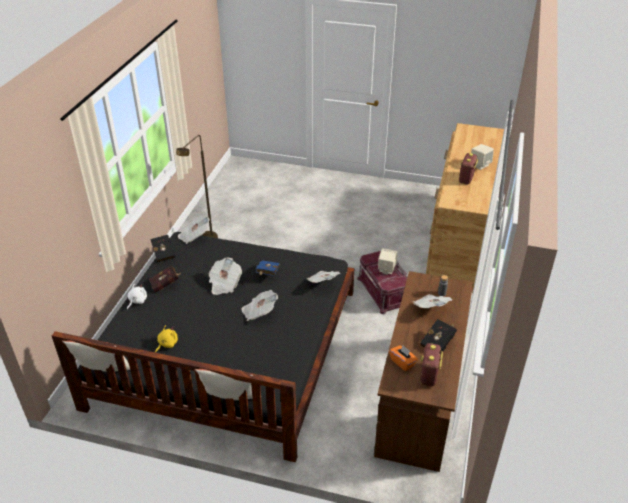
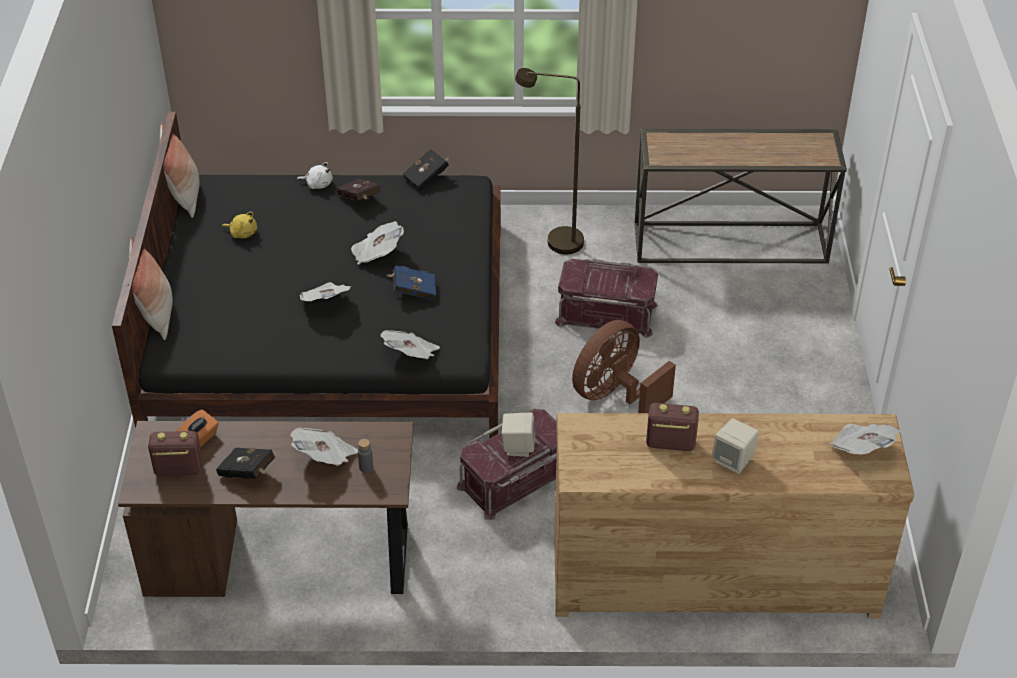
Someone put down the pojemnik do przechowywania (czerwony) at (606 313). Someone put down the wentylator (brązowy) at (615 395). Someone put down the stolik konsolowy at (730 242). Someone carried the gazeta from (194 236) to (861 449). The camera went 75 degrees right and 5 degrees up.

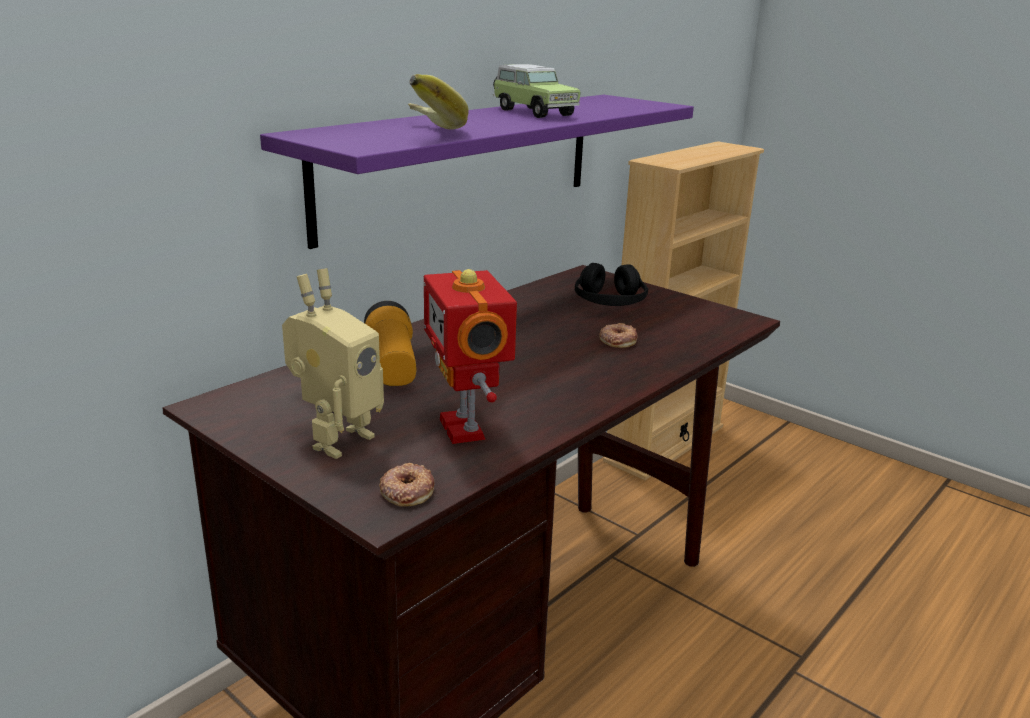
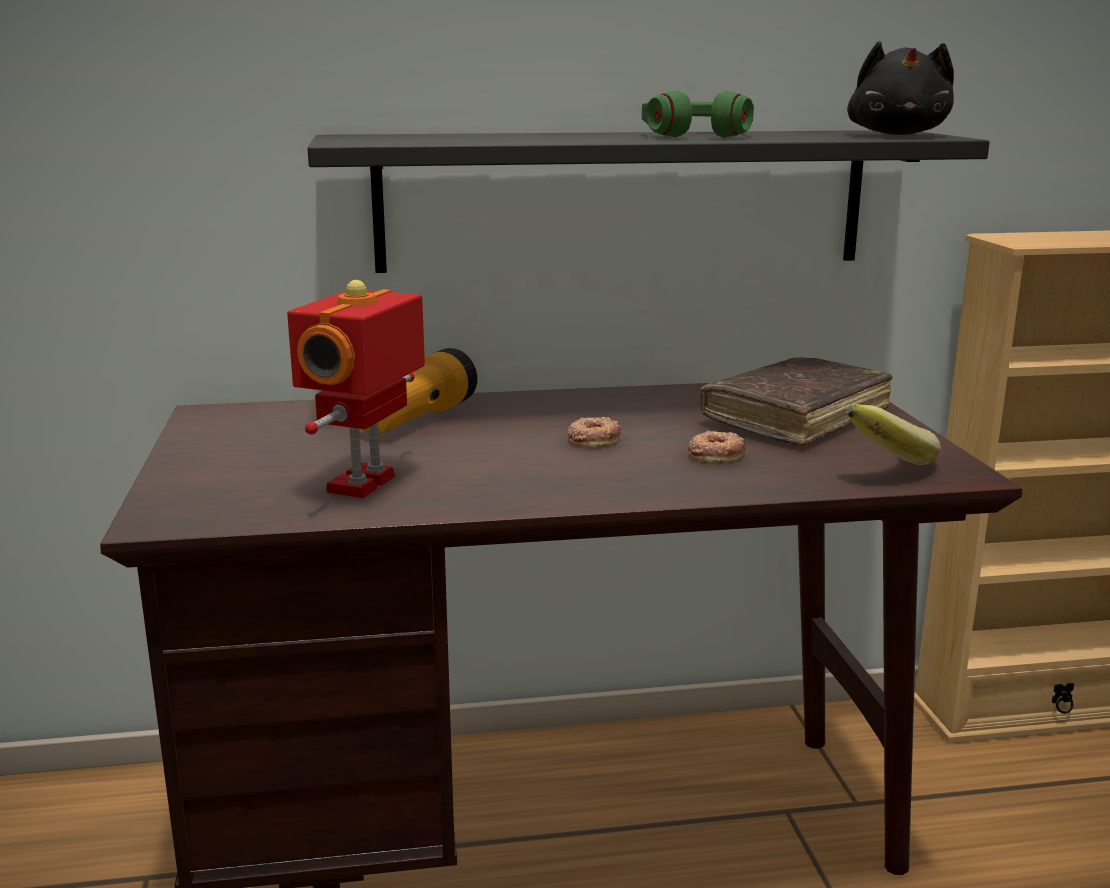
Someone took away the robot zabawkowy at (335 439). Someone put down the pluszak (czarny) at (897 134). Someone carried the donut from (407 491) to (593 439). Someone carried the banan from (425 132) to (880 462). Someone swapped the samochodzik at (532 112) for the słuchawki (zielony) at (696 135). Someone swapped the słuchawki (czarny) at (609 302) for the książka (brązowy) at (796 418). Someone repainted the półka (fioletowy) at (463 162), which became the półka (czarny) at (623 200). The camera went 40 degrees right and 5 degrees down.

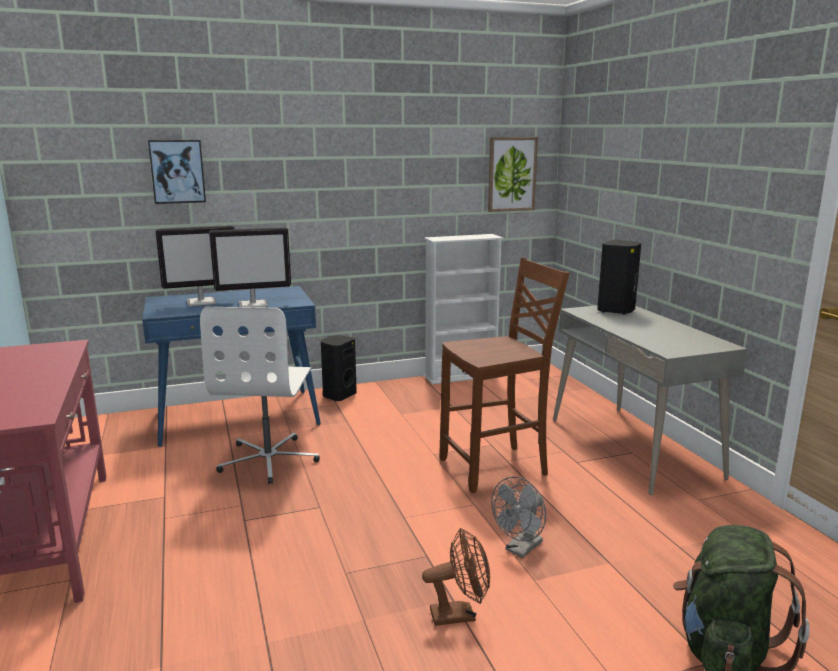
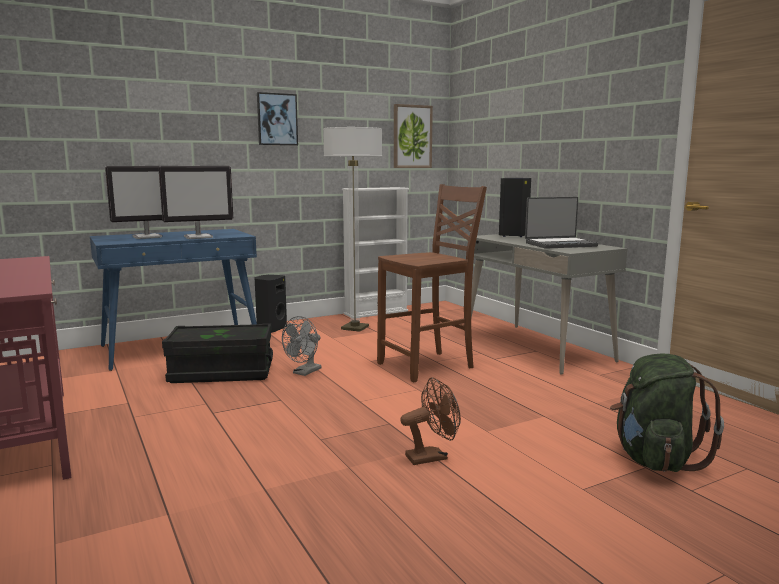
Someone put down the lampa stojąca at (355 328). Someone put down the laptop at (560 244). Someone carried the obraz from (177 171) to (277 119). Someone carried the wentylator (szary) from (520 549) to (304 372). Someone swapped the krzesło biurowe (biały) at (269 459) for the pojemnik do przechowywania (czarny) at (221 372). The camera went 10 degrees left and 5 degrees down.

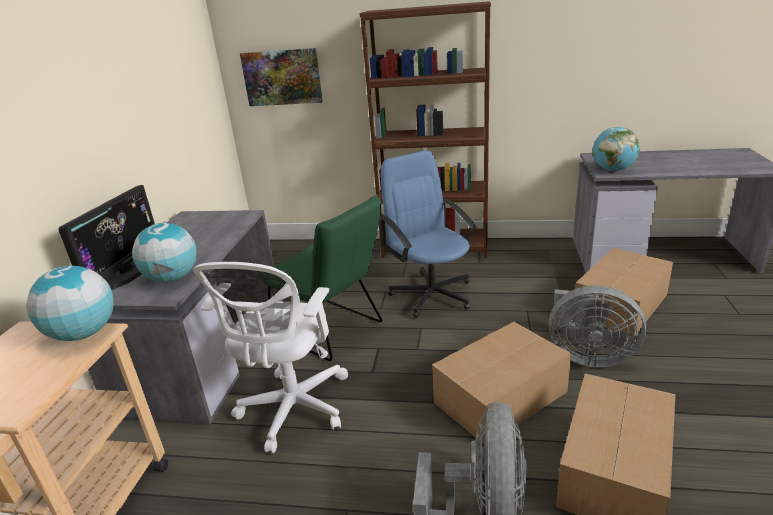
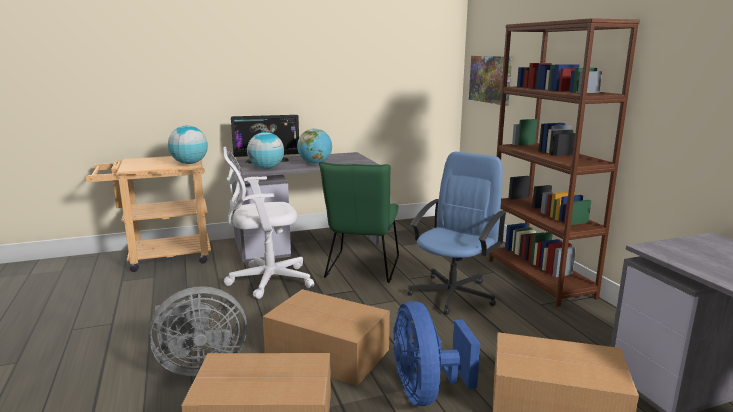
Someone carried the globus from (613 170) to (315 163). Someone repainted the wentylator (szary) at (587 356), which became the wentylator (niebieski) at (426 391). The camera went 60 degrees right and 10 degrees down.

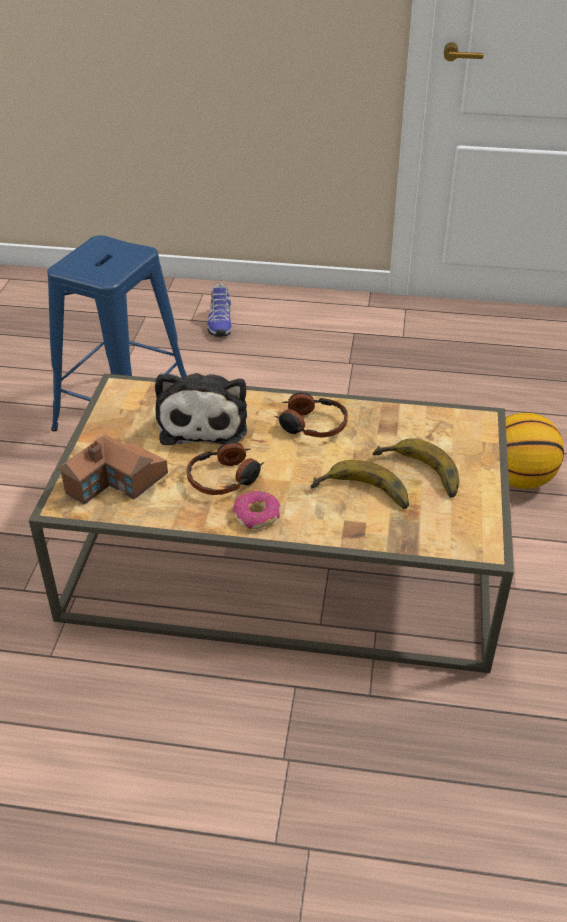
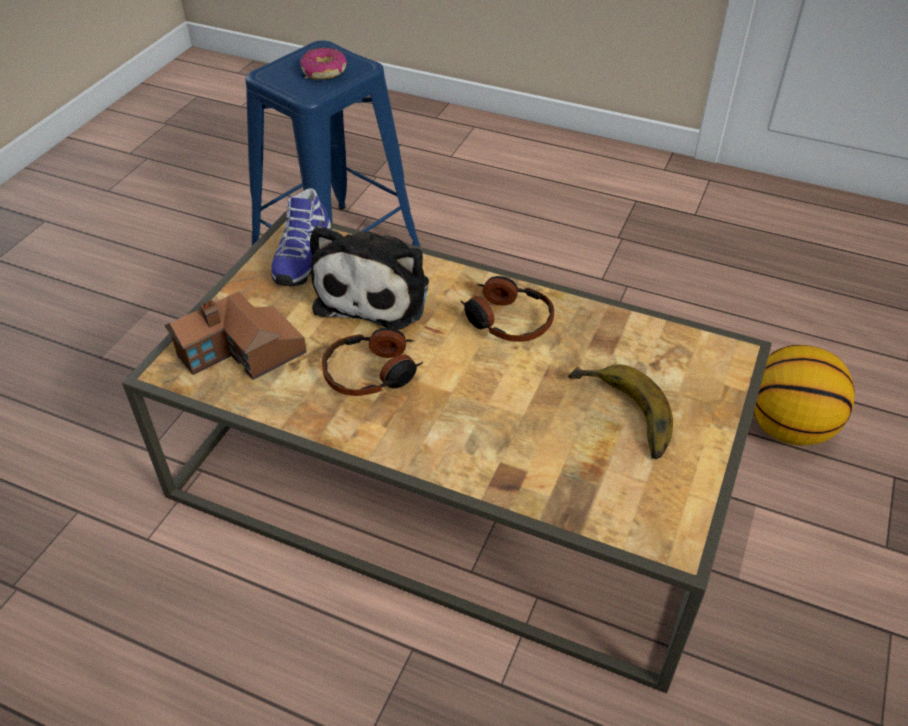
Someone took away the banan at (361 496). Someone carried the but from (219 323) to (301 257). Someone carried the donut from (257 516) to (324 71). The camera went 15 degrees right and 5 degrees up.

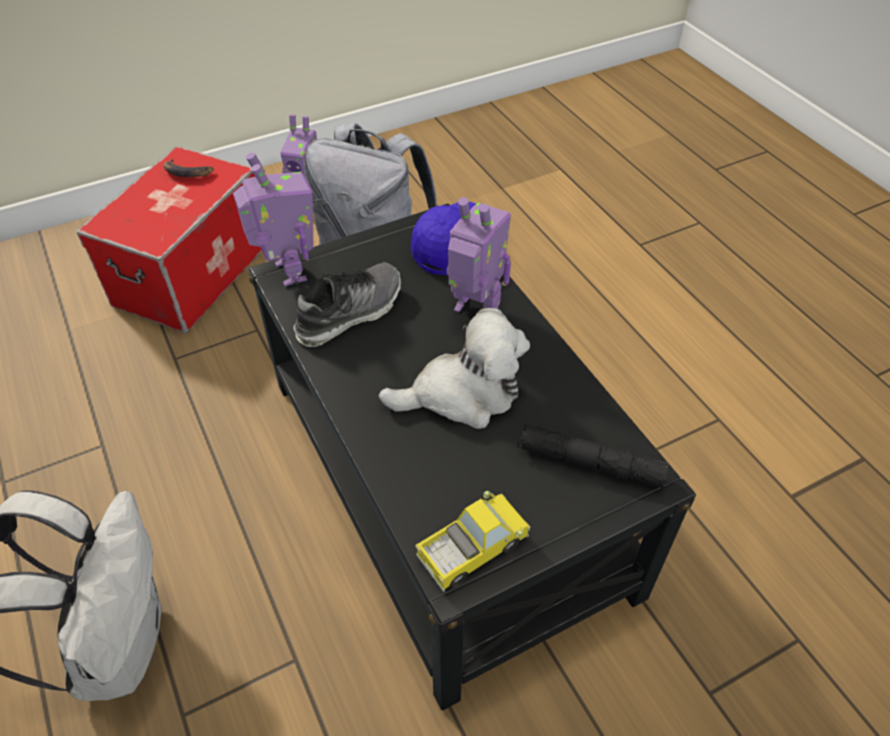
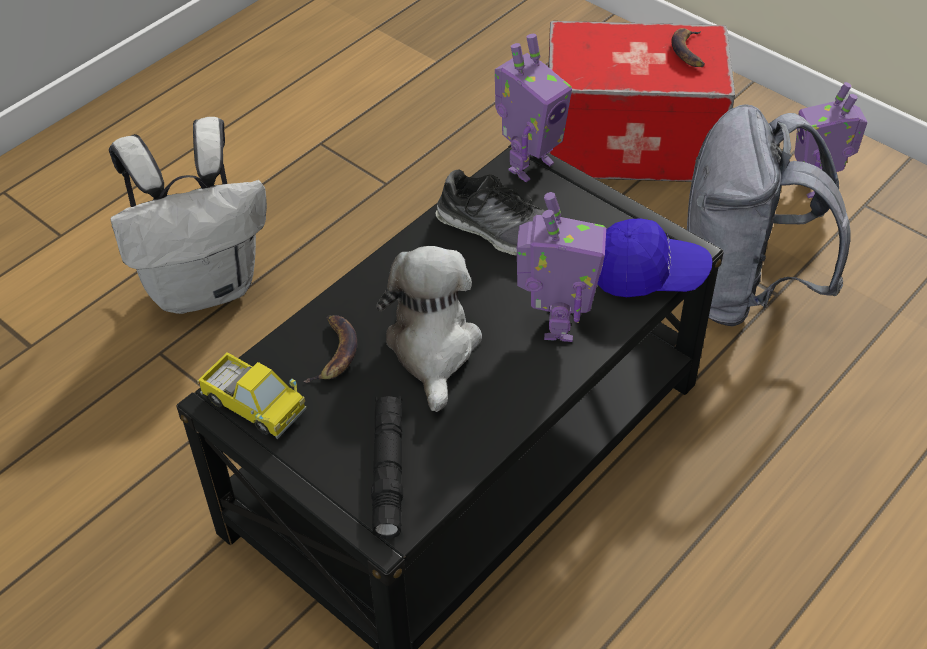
Someone put down the banan at (334 352). Someone rotated the pluszak at (462 394) by 150 degrees counterclockwise. The camera went 70 degrees right and 0 degrees up.

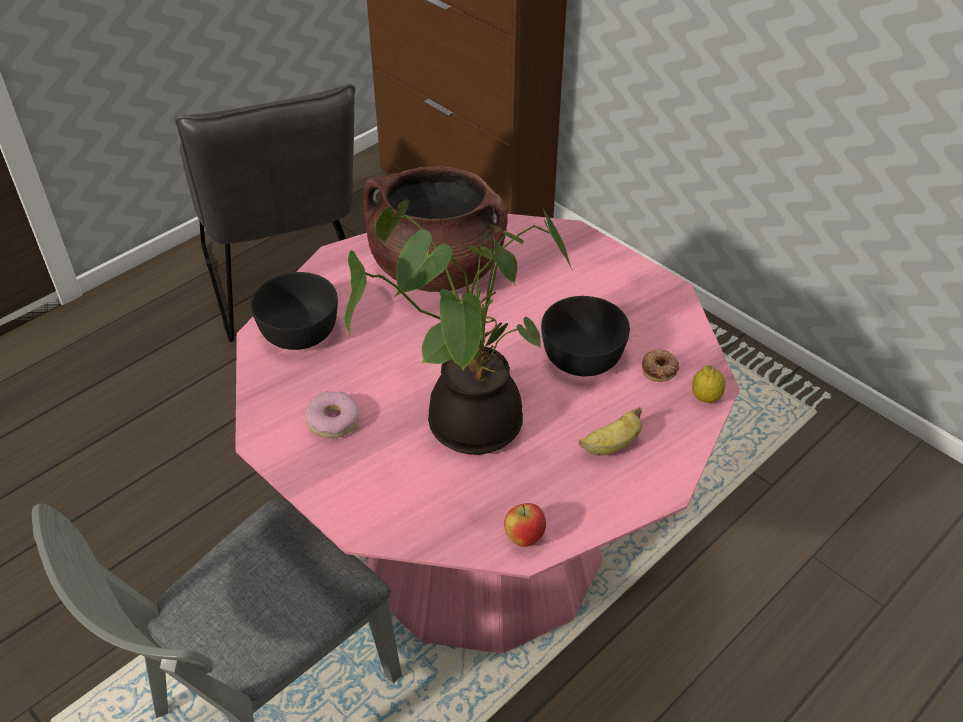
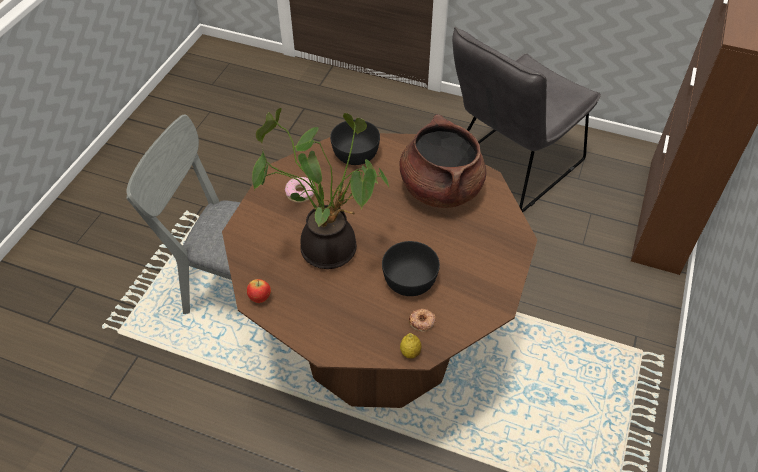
Someone took away the banan at (611 446). Someone repainted the stół jadalny (różowy) at (481 545), which became the stół jadalny (brązowy) at (379 341). The camera went 65 degrees right and 5 degrees up.

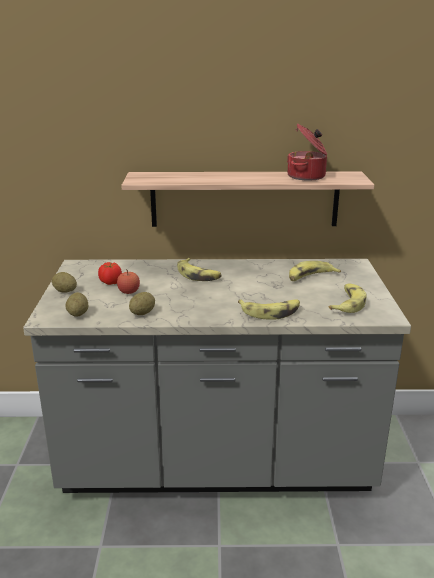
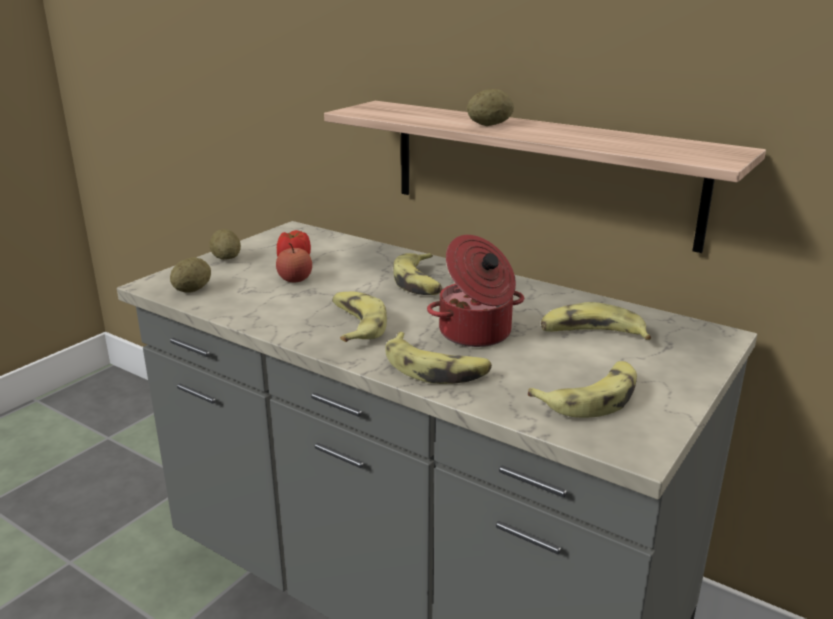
Someone put down the banan at (355 325). Someone carried the ziemniak from (142 313) to (489 125). Someone carried the garnek from (307 176) to (476 333). The camera went 35 degrees right and 0 degrees up.

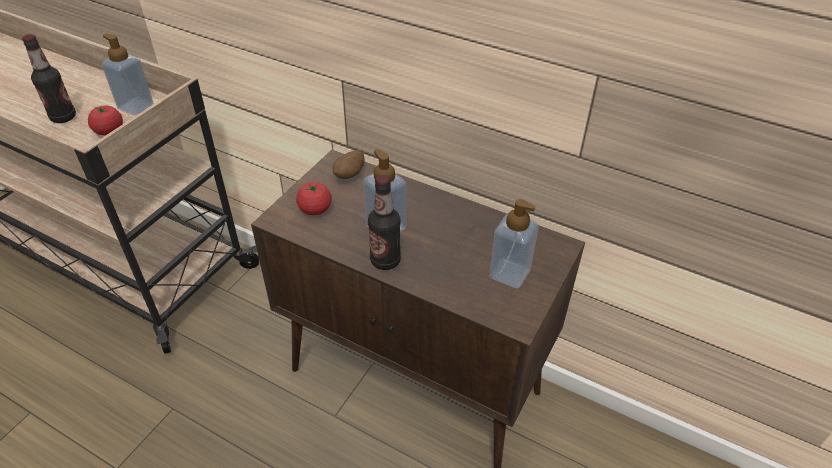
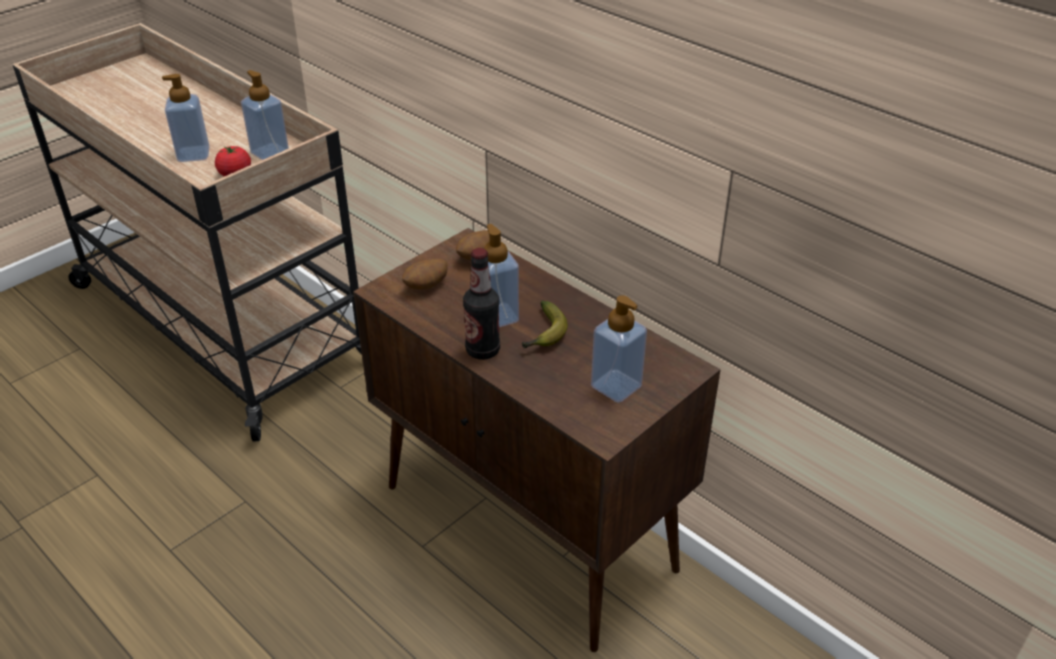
Someone put down the banan at (544 334). Someone swapped the butelka at (63 117) for the dozownik mydła at (193 154). Someone swapped the pomidor at (315 209) for the ziemniak at (426 287). The camera went 15 degrees right and 5 degrees down.

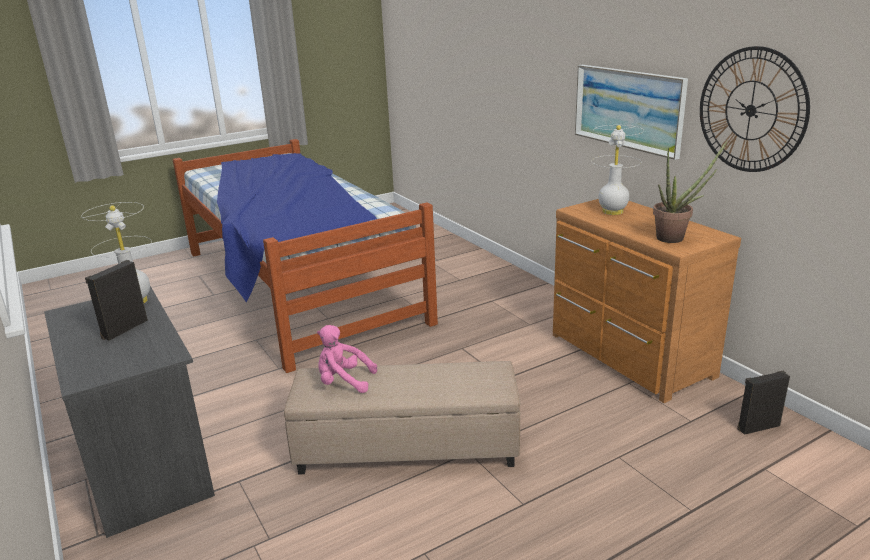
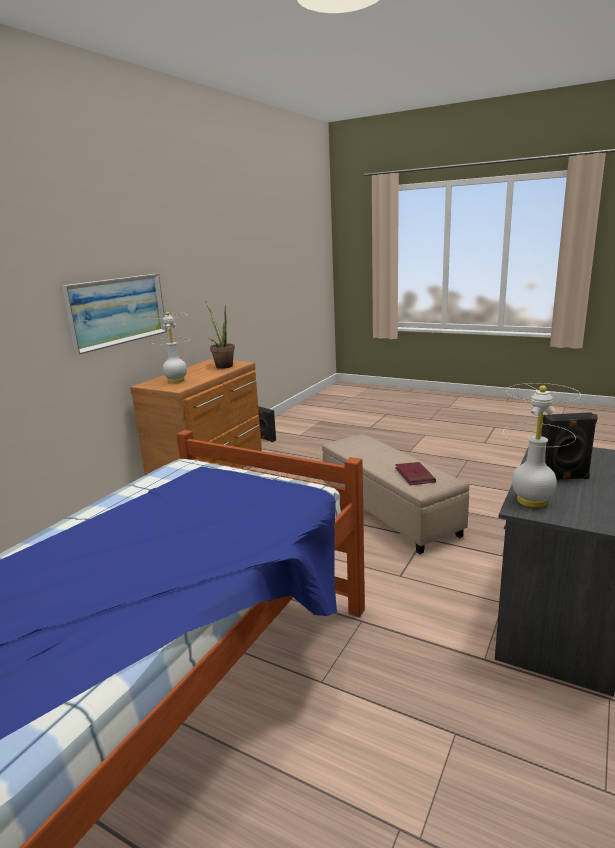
Someone took away the zegar ścienny at (751 110). Someone swapped the pluszak (różowy) at (343 382) for the książka (czerwony) at (414 475). The camera went 120 degrees left and 5 degrees down.

